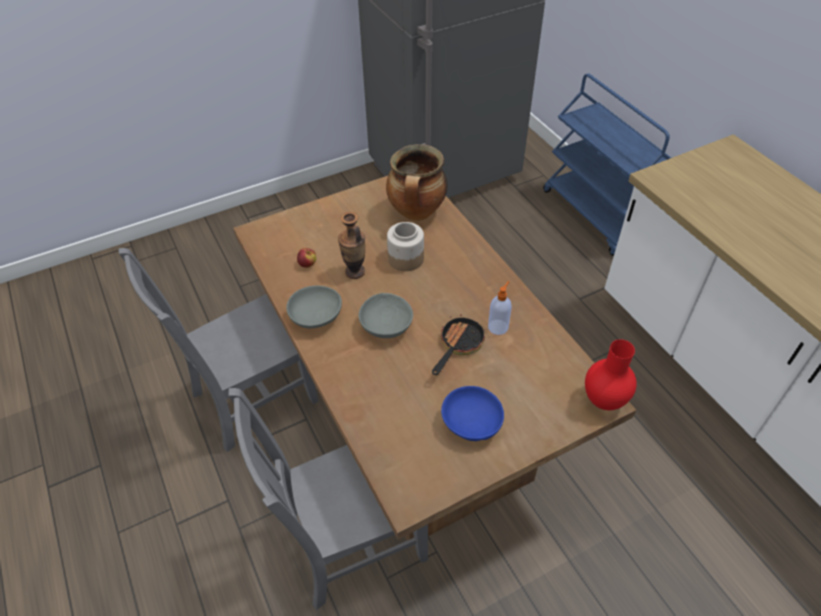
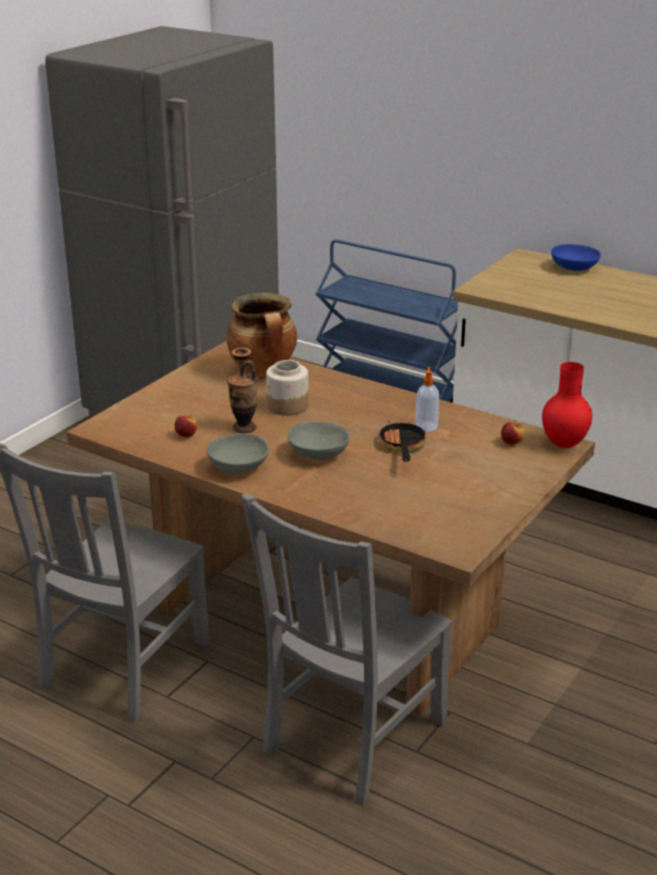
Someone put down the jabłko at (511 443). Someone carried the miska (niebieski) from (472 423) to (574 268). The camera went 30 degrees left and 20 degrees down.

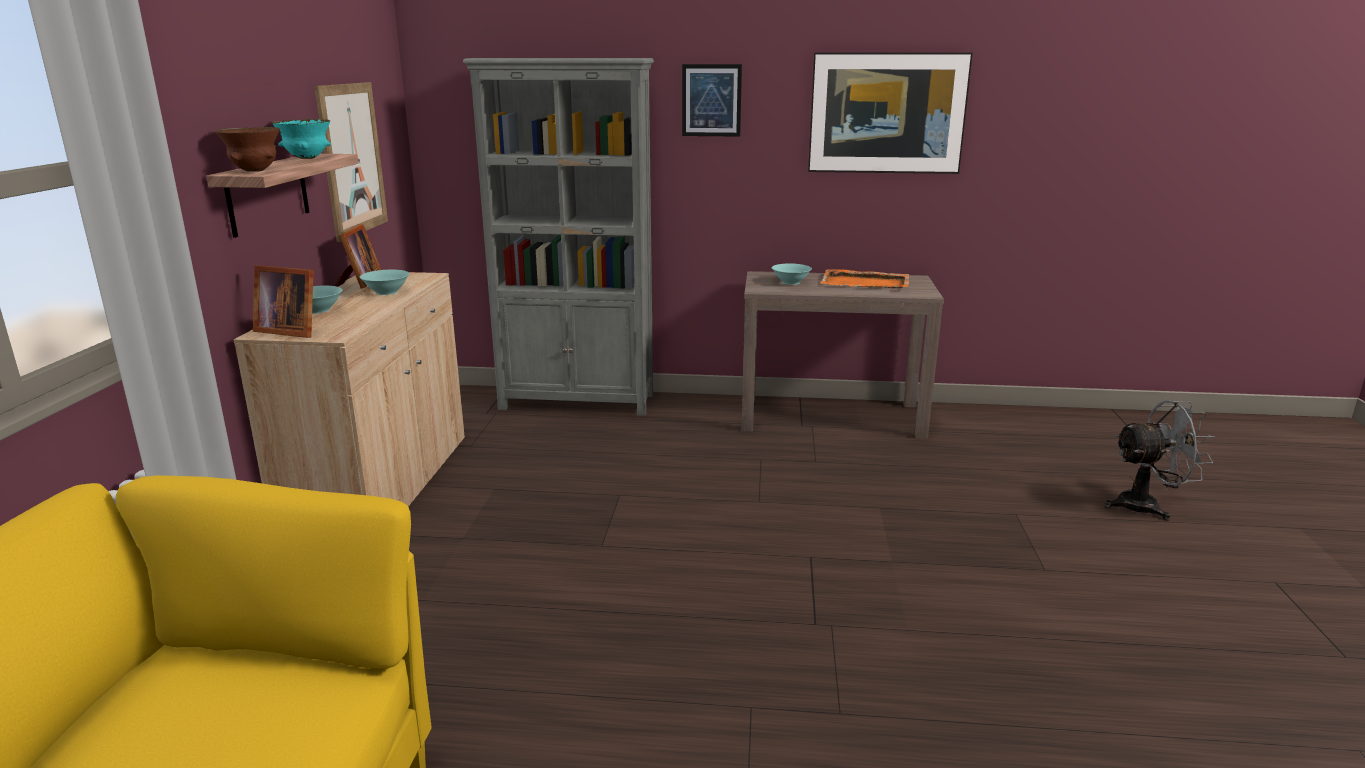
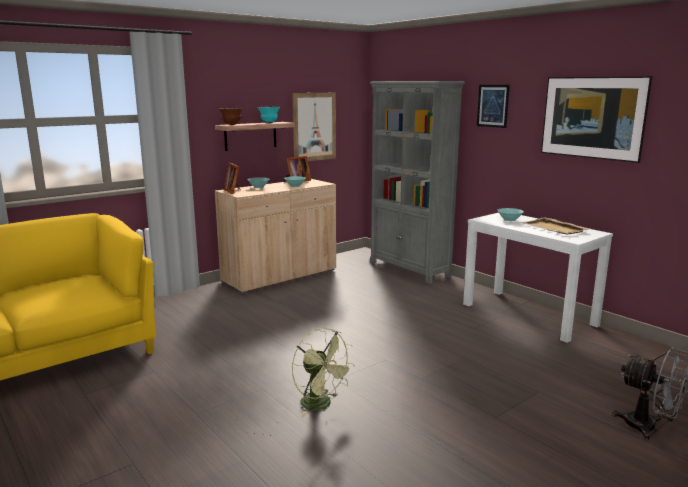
Someone put down the wentylator (zielony) at (321 405). Someone repainted the stolik konsolowy (brązowy) at (831 417), which became the stolik konsolowy (biały) at (529 314). Someone repainted the taca (pomarańczowy) at (866 283), which became the taca (beżowy) at (555 228). The camera went 45 degrees right and 5 degrees down.

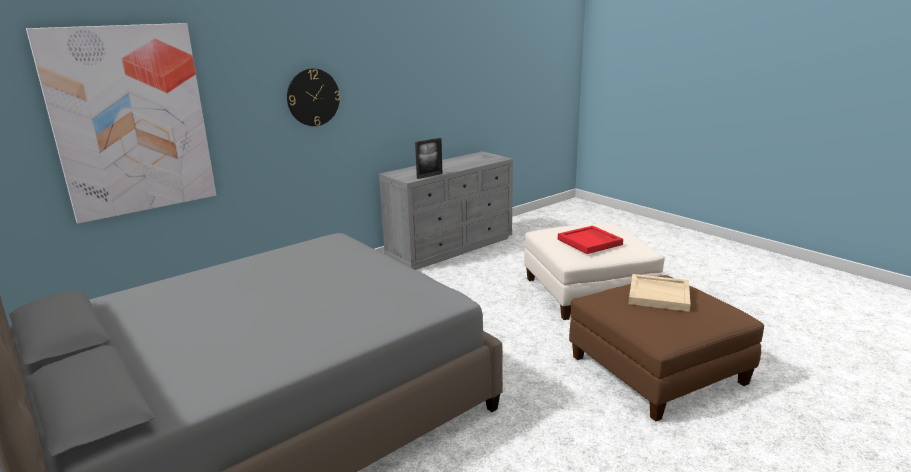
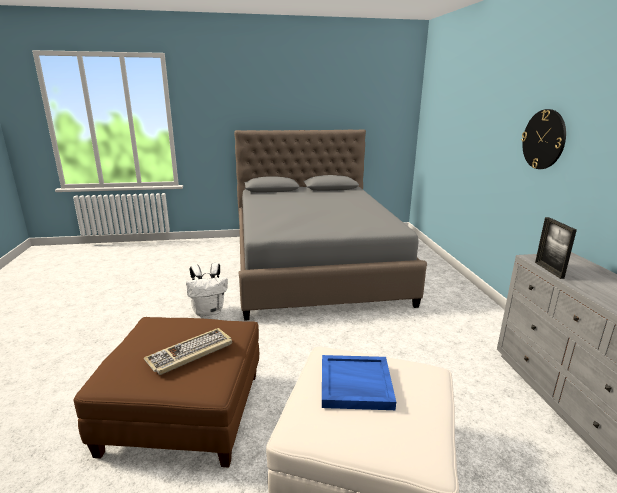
Someone took away the obraz at (131 121). Someone put down the plecak (biały) at (209 311). Someone swapped the taca (beżowy) at (659 295) for the klawiatura at (190 353). Someone repainted the taca (czerwony) at (590 242), which became the taca (niebieski) at (355 385). The camera went 120 degrees right and 0 degrees up.

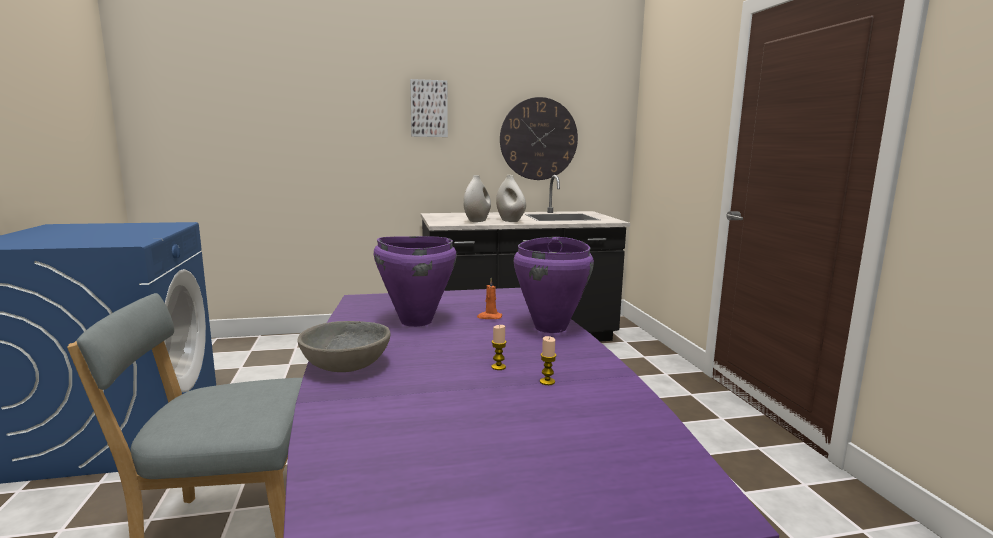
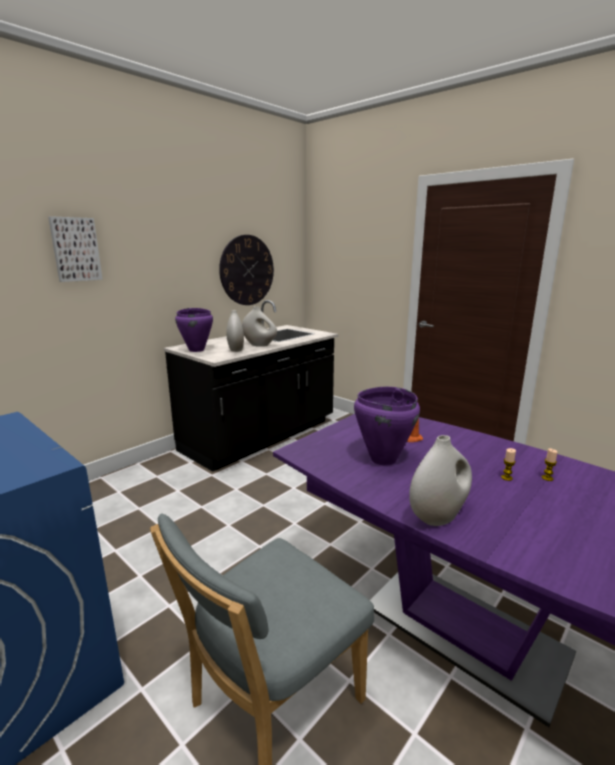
Someone carried the obraz from (428 108) to (75 249). Someone carried the garnek (fioletowy) from (551 327) to (197 350). Someone swapped the miska (szary) at (347 366) for the wazon (biały) at (438 516). The camera went 35 degrees left and 5 degrees up.

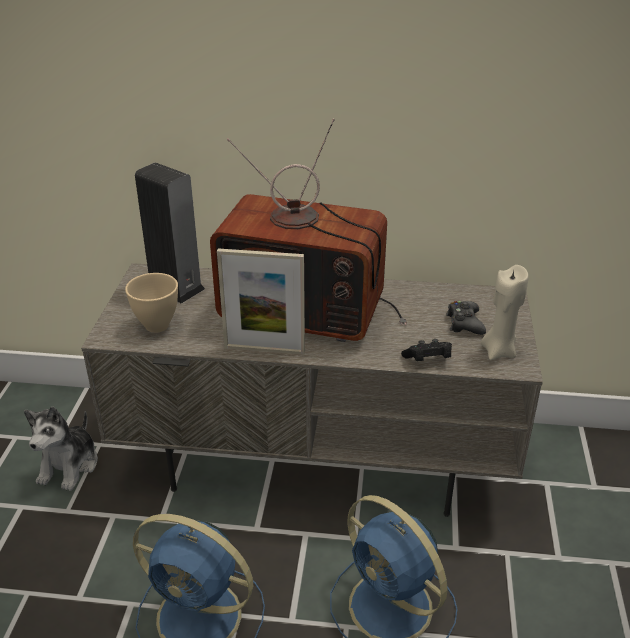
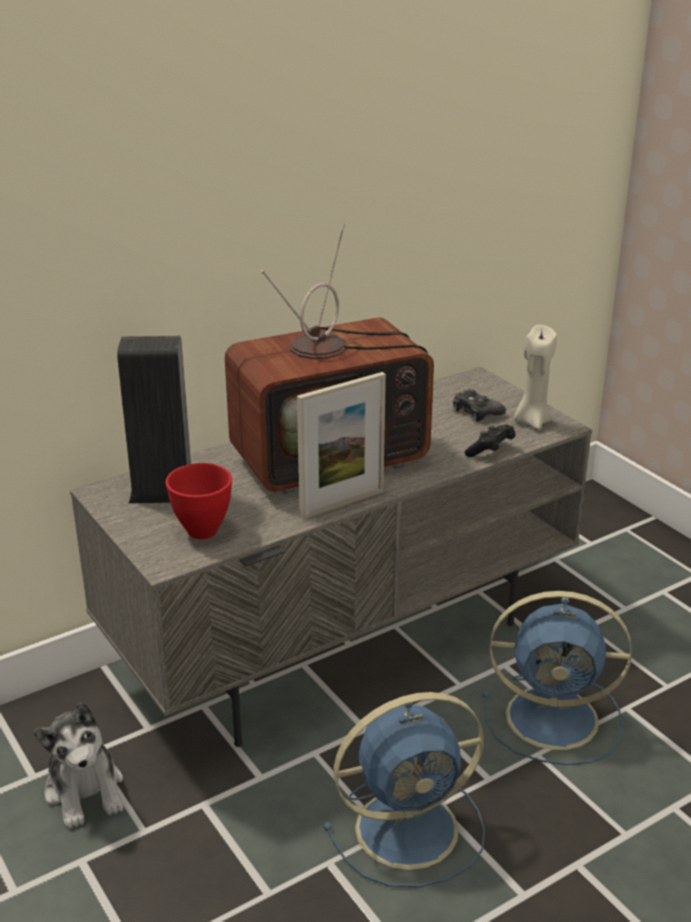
Someone repainted the miska (beżowy) at (158 326), which became the miska (czerwony) at (204 530). The camera went 40 degrees left and 5 degrees down.

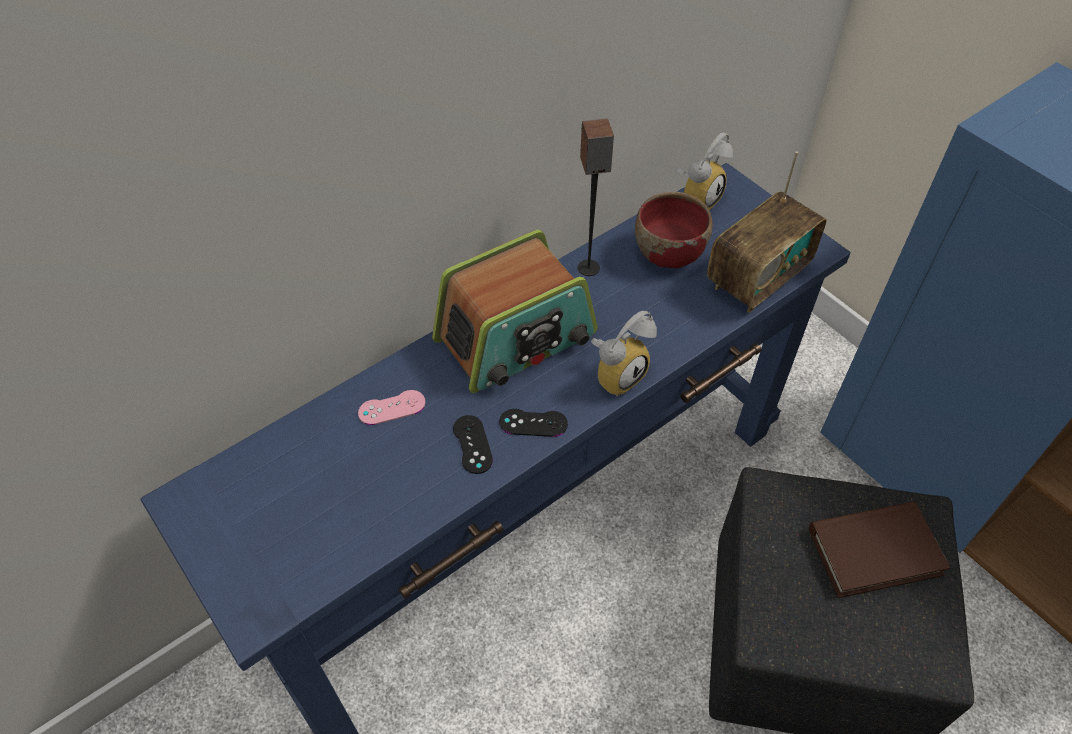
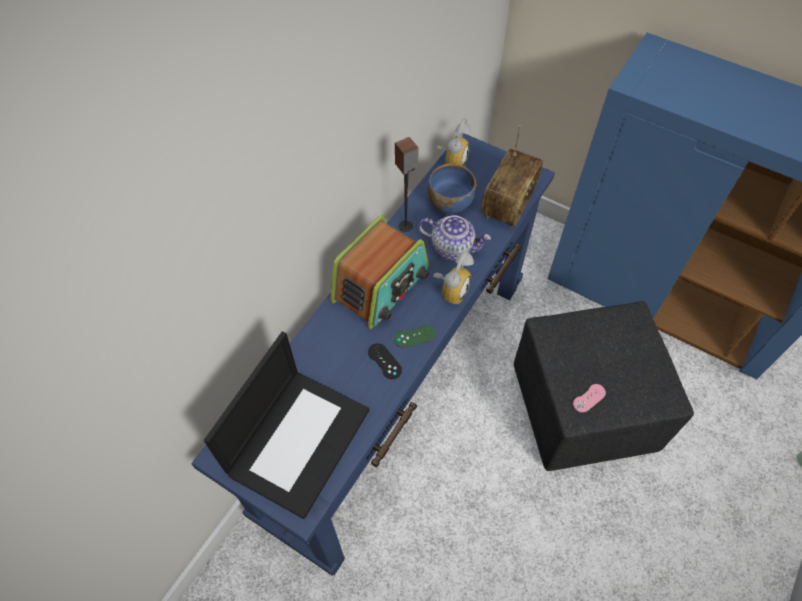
Someone took away the książka (brązowy) at (874 551). Someone put down the laptop at (298 439). Someone put down the imbryk at (453 247). Someone carried the pad do gier (różowy) from (392 408) to (589 398). Someone repainted the pad do gier (czarny) at (533 423), which became the pad do gier (zielony) at (415 336). Someone repainted the miska (czerwony) at (668 253), which became the miska (niebieski) at (449 202). The camera went 20 degrees left and 5 degrees up.

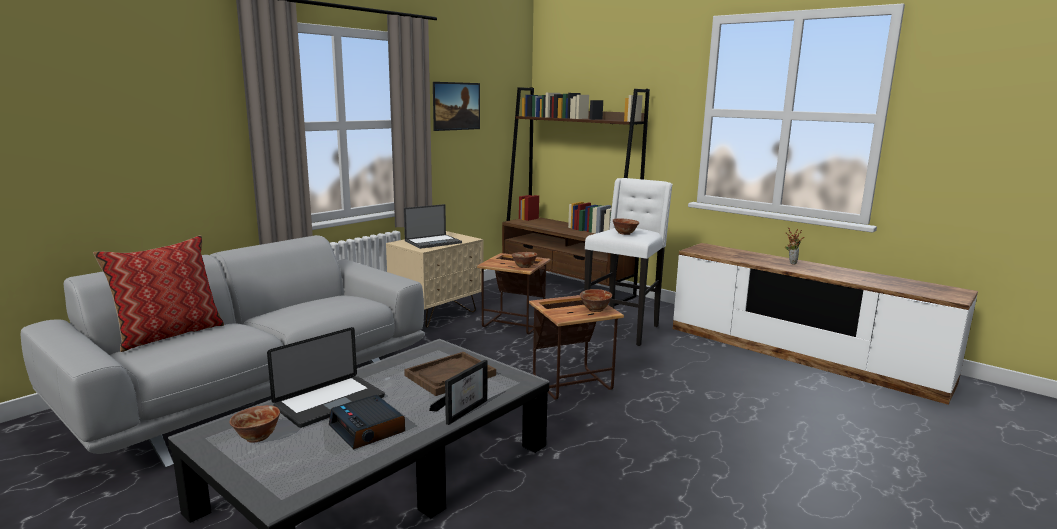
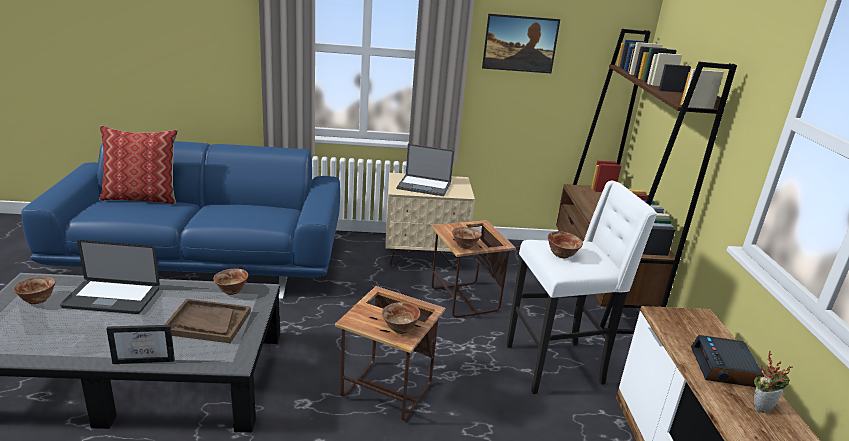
Someone put down the miska at (232 291). Someone carried the budzik from (368 429) to (724 368). Someone repainted the kanapa (szary) at (255 391), which became the kanapa (niebieski) at (204 261). The camera went 45 degrees right and 10 degrees up.

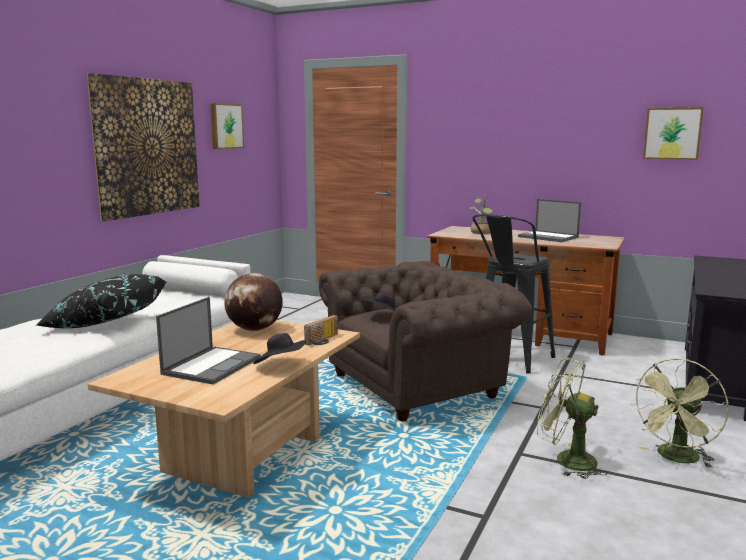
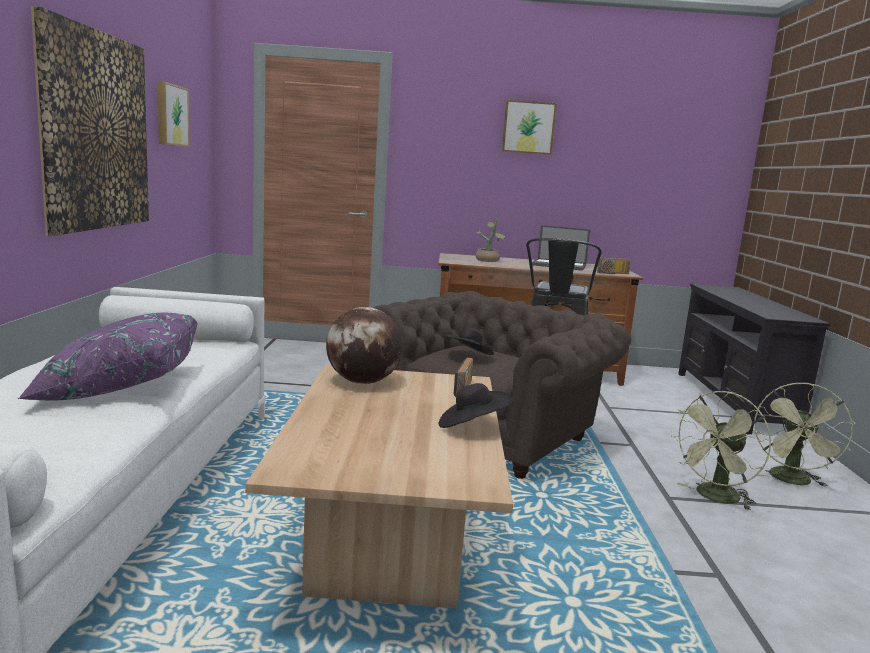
Someone took away the laptop at (212 365). Someone put down the radio at (613 273). Someone carried the obraz from (672 133) to (528 127). Someone repainted the poduszka (czarny) at (105 323), which became the poduszka (fioletowy) at (118 387). Someone rotated the wentylator (zielony) at (566 460) by 45 degrees counterclockwise. The camera went 25 degrees left and 0 degrees up.

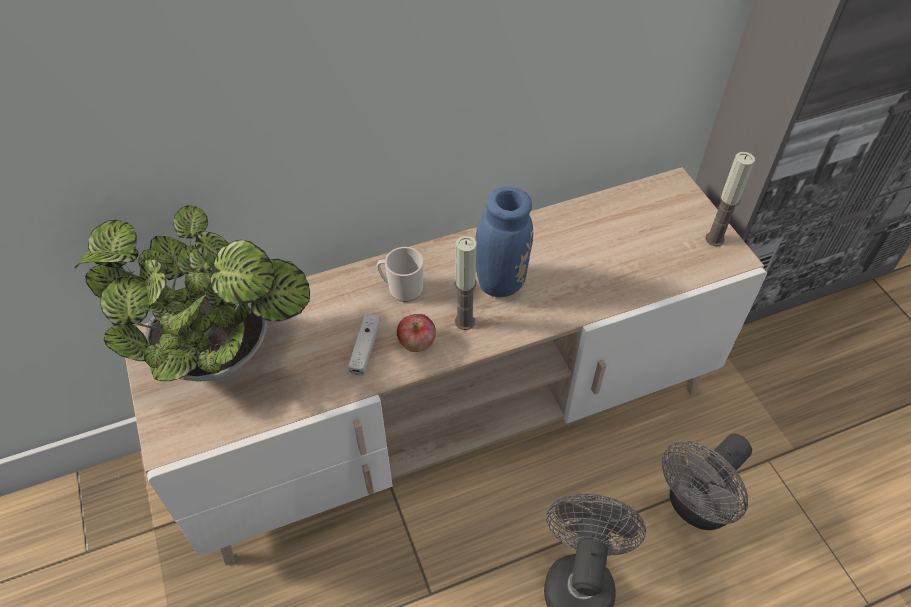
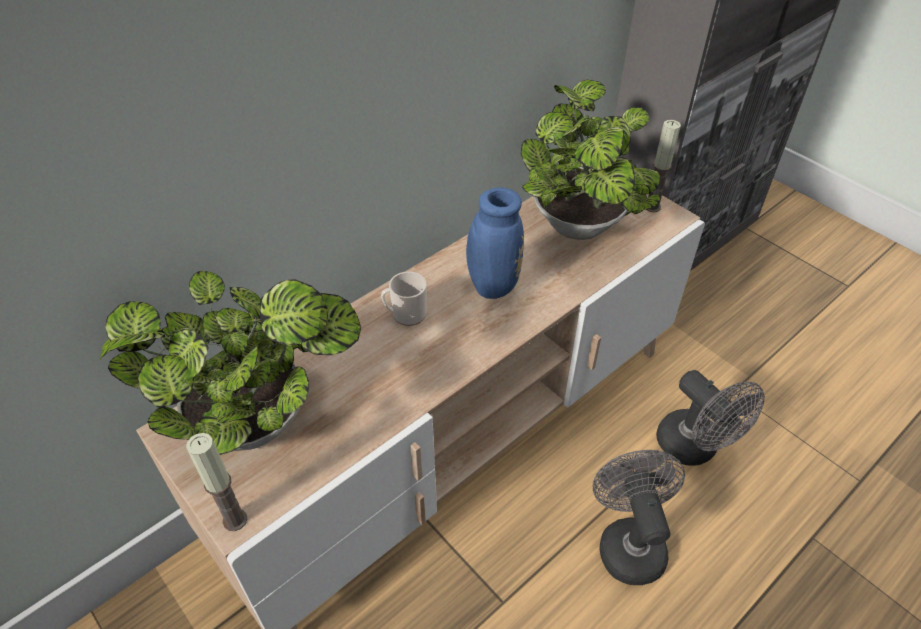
Someone took away the pad do gier (biały) at (365 348). Someone took away the jabłko at (417 343). Someone put down the roślina doniczkowa at (579 230). Someone carried the świeca from (465 321) to (235 520). Someone rotated the wentylator (szary) at (695 507) by 60 degrees counterclockwise. The camera went 20 degrees left and 5 degrees down.

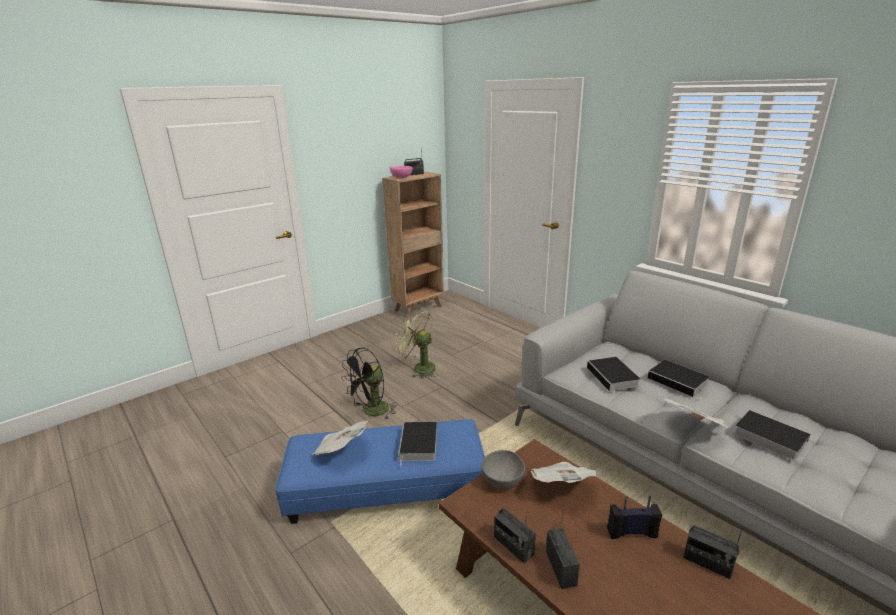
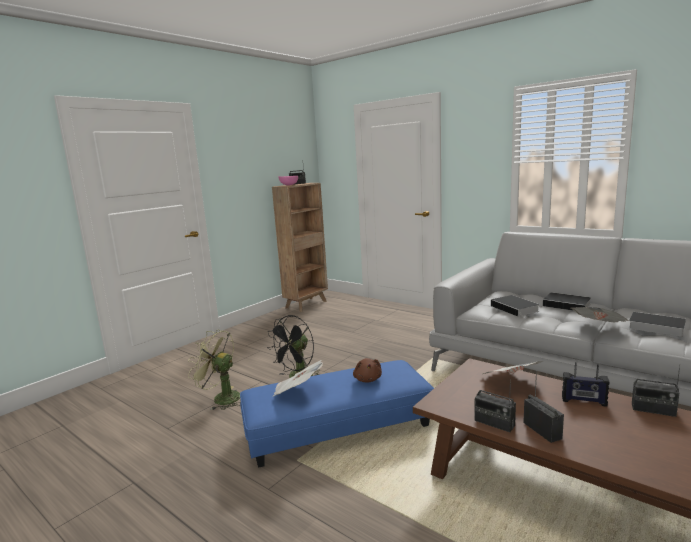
Someone took away the miska (szary) at (503 480). Someone carried the wentylator (zielony) from (419 368) to (221 398). Someone swapped the książka at (419 445) for the pluszak (brązowy) at (367 379). Someone rotated the radio at (631 532) by 150 degrees counterclockwise. The camera went 10 degrees left and 10 degrees down.

